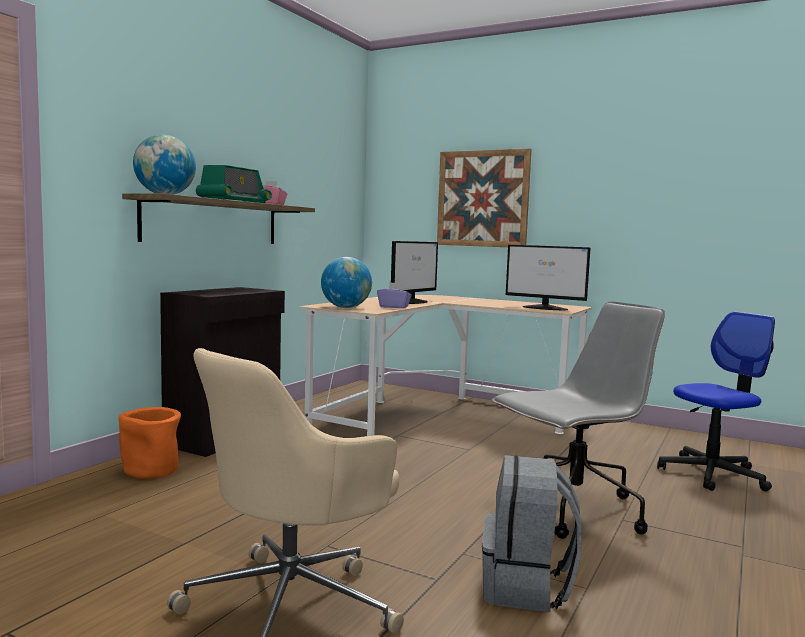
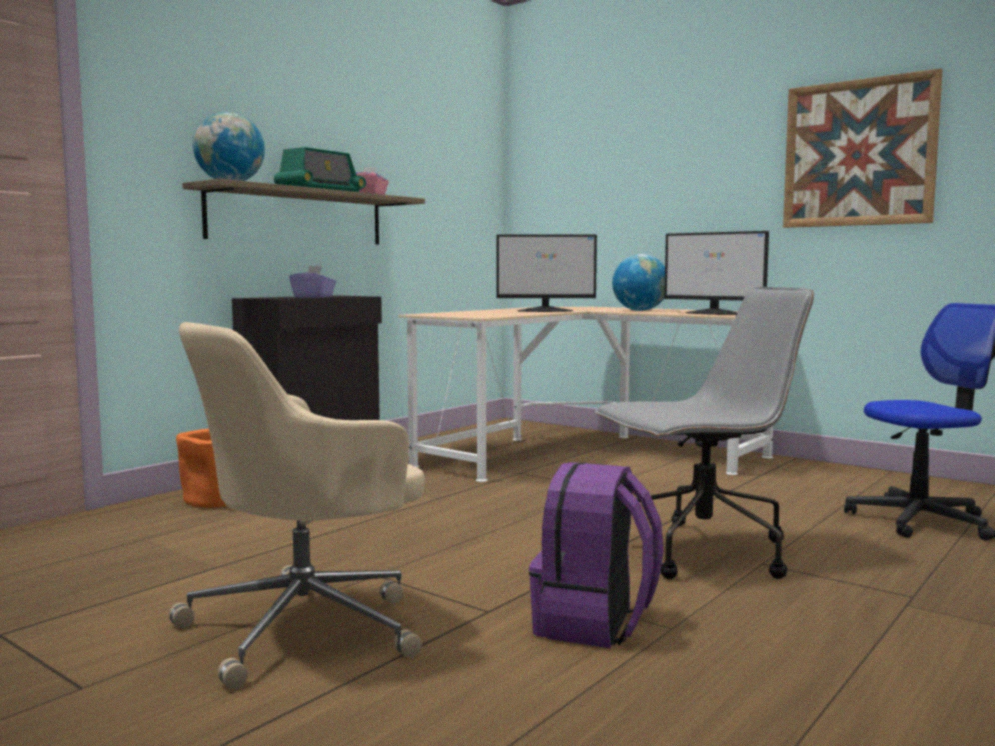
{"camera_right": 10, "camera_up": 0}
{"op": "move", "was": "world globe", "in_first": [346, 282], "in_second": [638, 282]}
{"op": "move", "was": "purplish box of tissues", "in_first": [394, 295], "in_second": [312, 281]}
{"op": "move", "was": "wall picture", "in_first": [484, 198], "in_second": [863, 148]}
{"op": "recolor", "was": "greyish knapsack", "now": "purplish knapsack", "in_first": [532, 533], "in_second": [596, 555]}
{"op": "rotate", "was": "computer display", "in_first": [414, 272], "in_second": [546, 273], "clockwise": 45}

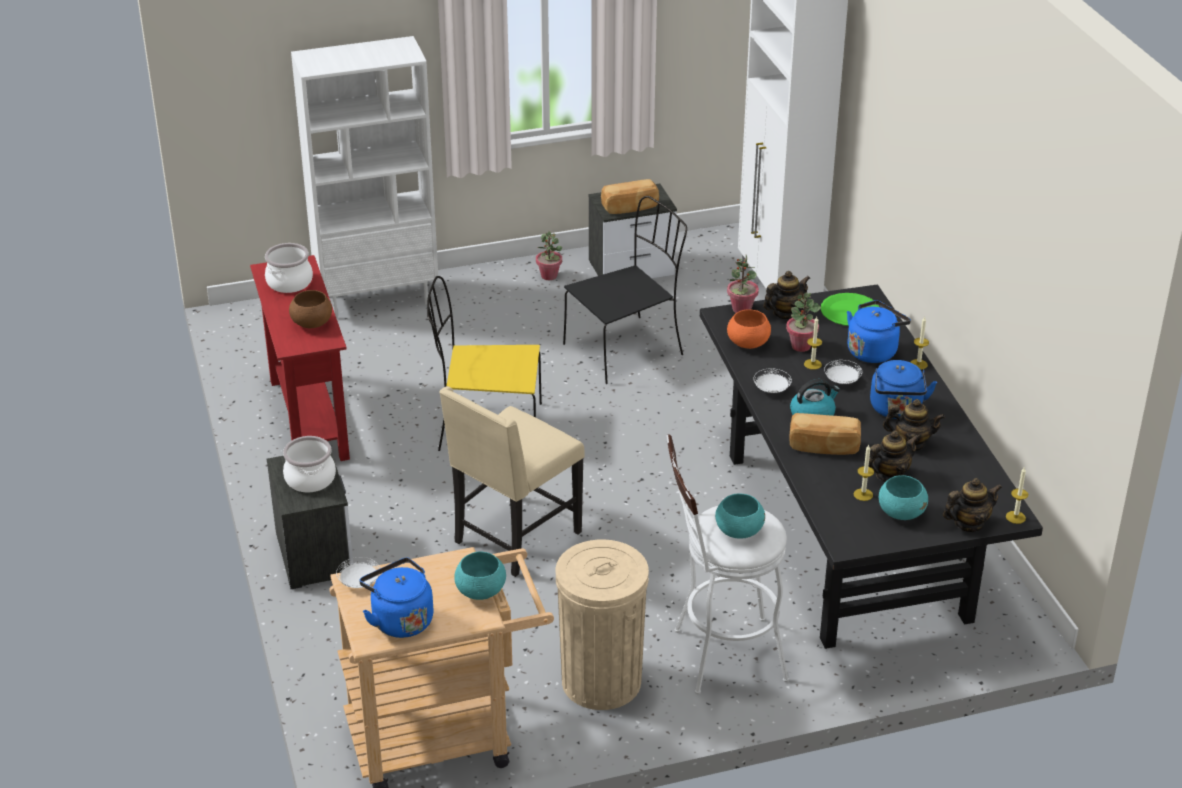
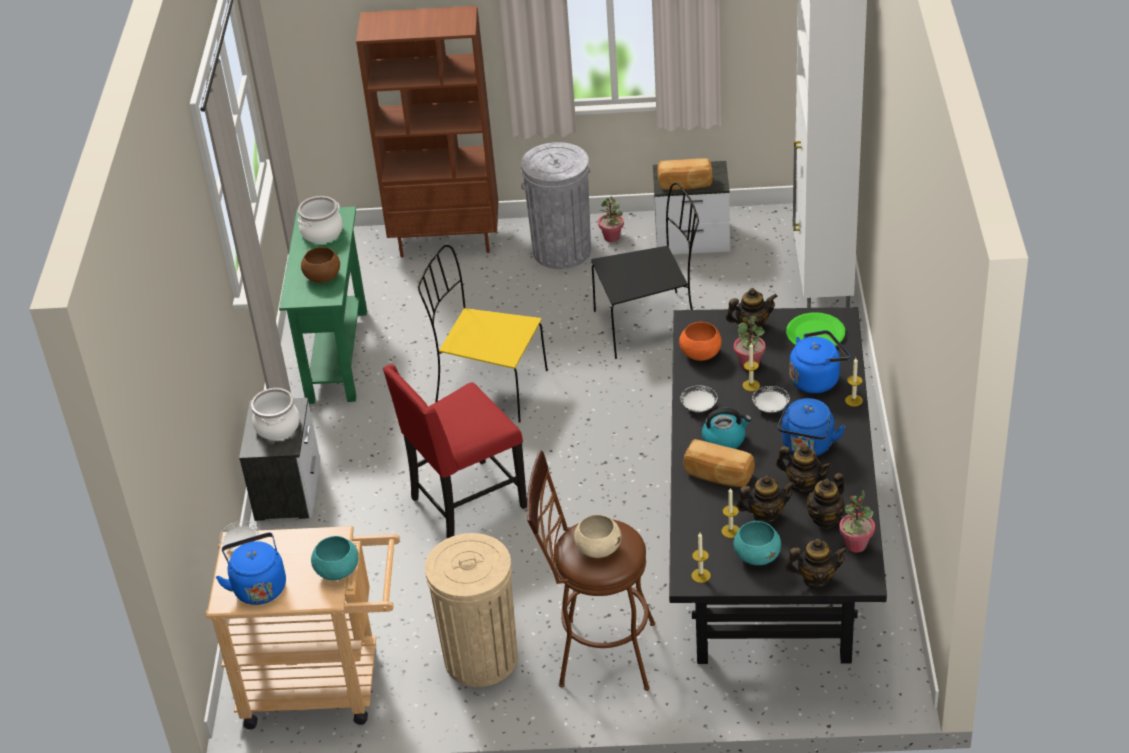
{"camera_right": 20, "camera_up": 5}
{"op": "insert", "now": "greyish waste bin", "in_second": [556, 205]}
{"op": "insert", "now": "teapot", "in_second": [825, 501]}
{"op": "move", "was": "potted plant", "in_first": [743, 284], "in_second": [857, 522]}
{"op": "move", "was": "candle", "in_first": [1017, 495], "in_second": [701, 558]}
{"op": "recolor", "was": "red-coloured narrow table", "now": "greenish narrow table", "in_first": [300, 358], "in_second": [323, 305]}
{"op": "recolor", "was": "white bookcase", "now": "brownish bookcase", "in_first": [364, 177], "in_second": [427, 132]}
{"op": "recolor", "was": "beige plain chair", "now": "red-coloured plain chair", "in_first": [512, 481], "in_second": [455, 451]}
{"op": "recolor", "was": "white stool", "now": "brownish stool", "in_first": [728, 564], "in_second": [591, 570]}
{"op": "recolor", "was": "turquoise serving bowl", "now": "beige serving bowl", "in_first": [740, 516], "in_second": [597, 536]}

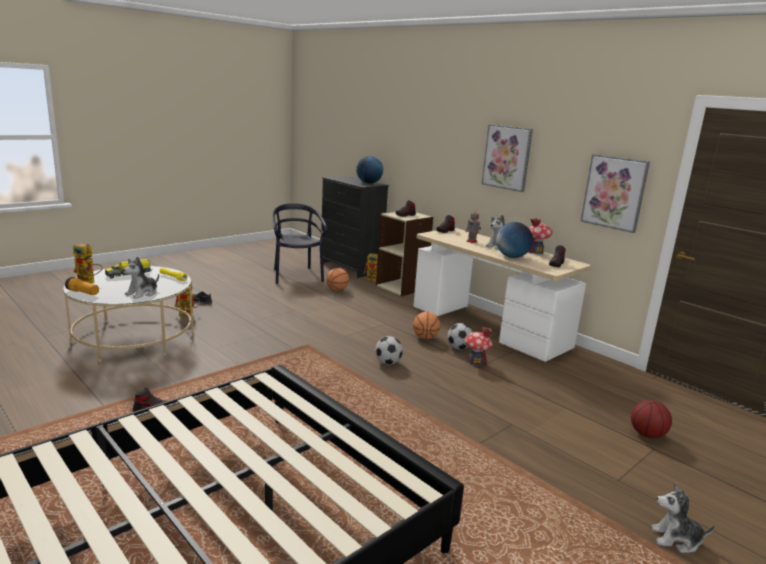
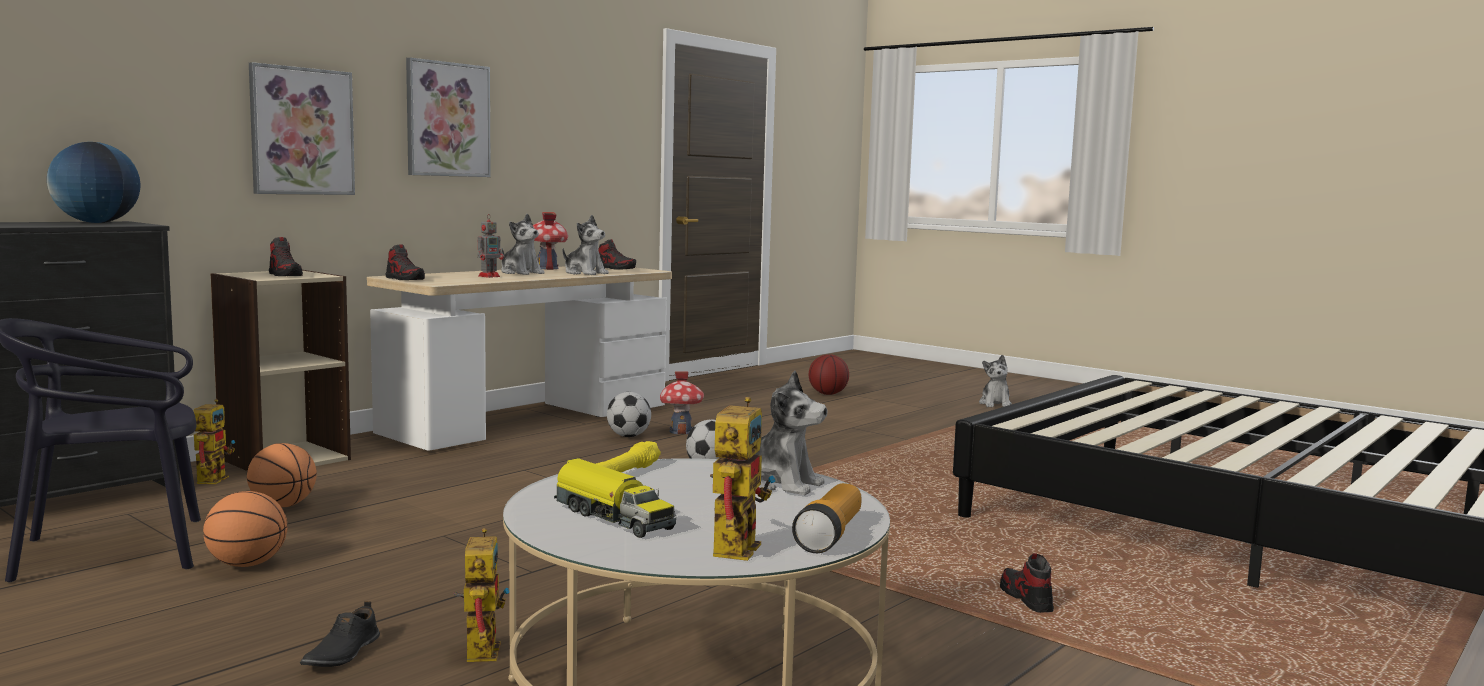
{"camera_right": -95, "camera_up": -10}
{"op": "move", "was": "basketball ball", "in_first": [427, 325], "in_second": [245, 529]}
{"op": "move", "was": "wall picture", "in_first": [615, 193], "in_second": [302, 128]}
{"op": "replace", "was": "world globe", "now": "cuddly toy", "in_first": [514, 240], "in_second": [586, 245]}

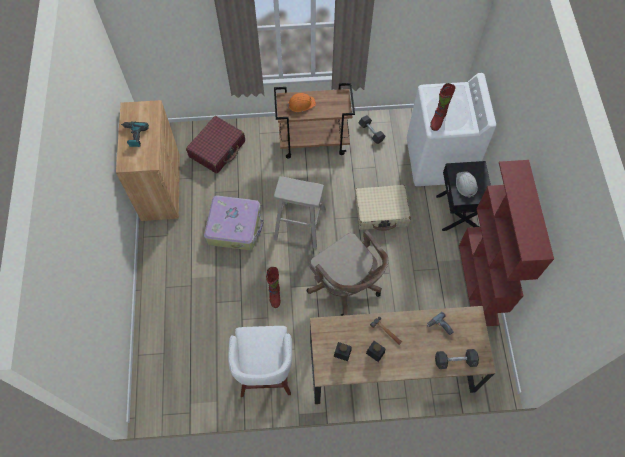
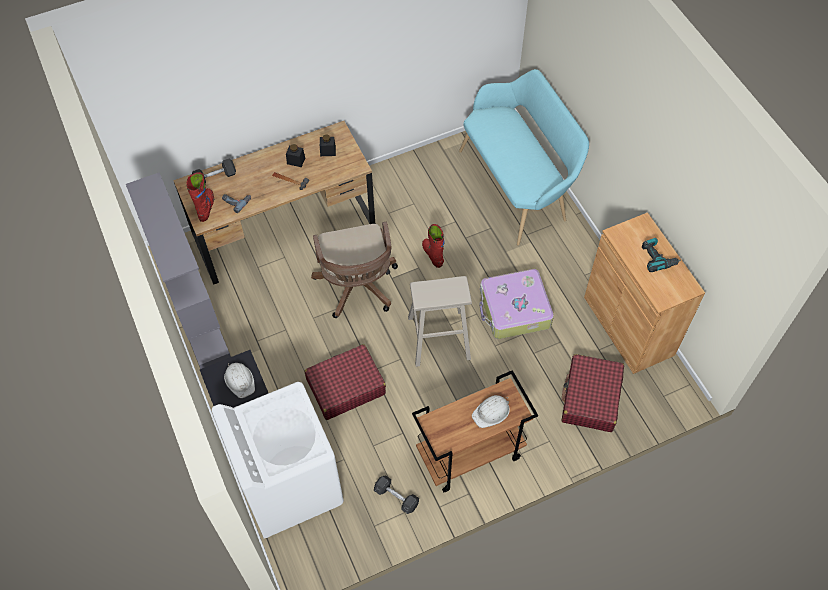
{"camera_right": 160, "camera_up": -5}
{"op": "delete", "was": "white stool", "in_first": [260, 361]}
{"op": "insert", "now": "turquoise bench", "in_second": [524, 157]}
{"op": "move", "was": "red-coloured high-top boot", "in_first": [443, 107], "in_second": [200, 197]}
{"op": "recolor", "was": "orangey work helmet", "now": "white work helmet", "in_first": [301, 102], "in_second": [491, 411]}
{"op": "recolor", "was": "beige travel case", "now": "red-coloured travel case", "in_first": [383, 208], "in_second": [345, 382]}
{"op": "recolor", "was": "red-coloured bookcase", "now": "greyish bookcase", "in_first": [506, 243], "in_second": [178, 271]}
{"op": "rotate", "was": "brownish desk chair", "in_first": [347, 273], "in_second": [354, 270], "clockwise": -135}

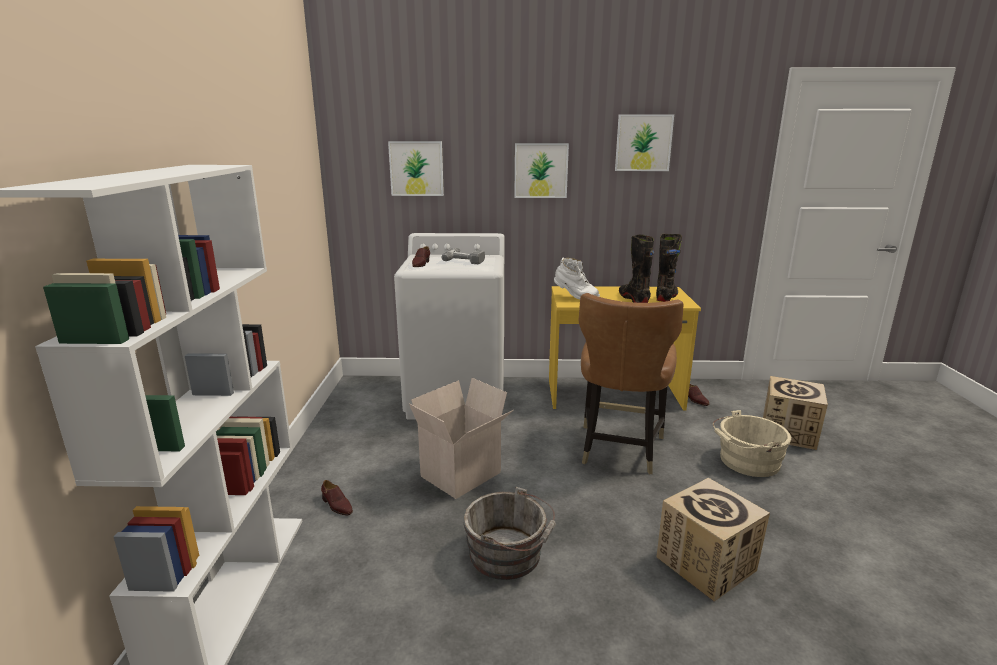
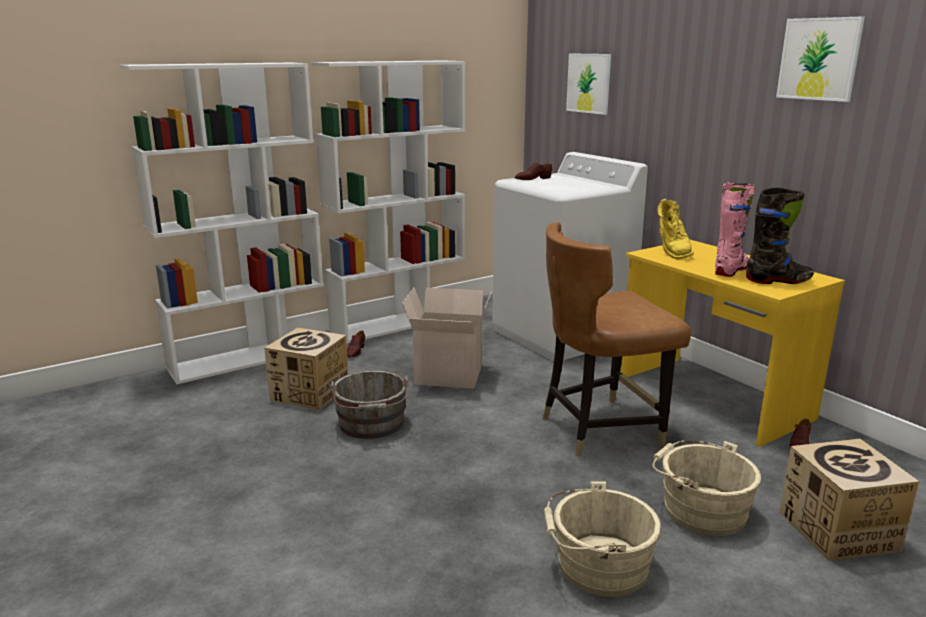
{"camera_right": 55, "camera_up": 0}
{"op": "delete", "was": "power drill", "in_first": [463, 256]}
{"op": "delete", "was": "wall picture", "in_first": [541, 170]}
{"op": "insert", "now": "white bookcase", "in_second": [388, 202]}
{"op": "insert", "now": "beige bucket", "in_second": [602, 539]}
{"op": "move", "was": "carton", "in_first": [713, 540], "in_second": [306, 369]}
{"op": "recolor", "was": "white high-top boot", "now": "yellowish high-top boot", "in_first": [577, 279], "in_second": [675, 229]}
{"op": "recolor", "was": "black high-top boot", "now": "pink high-top boot", "in_first": [636, 269], "in_second": [735, 230]}

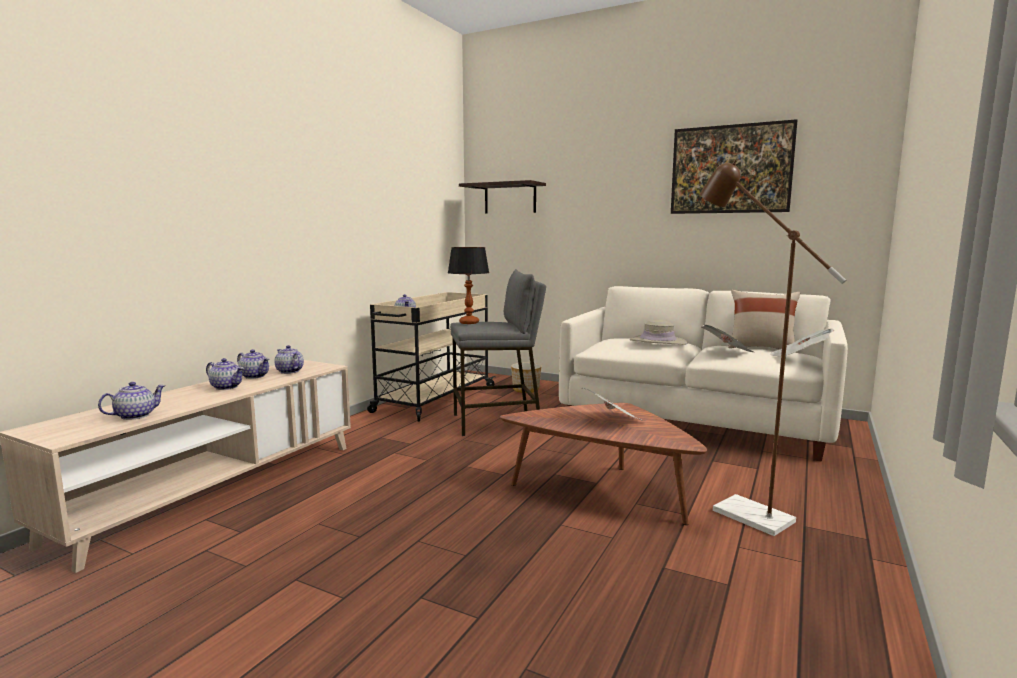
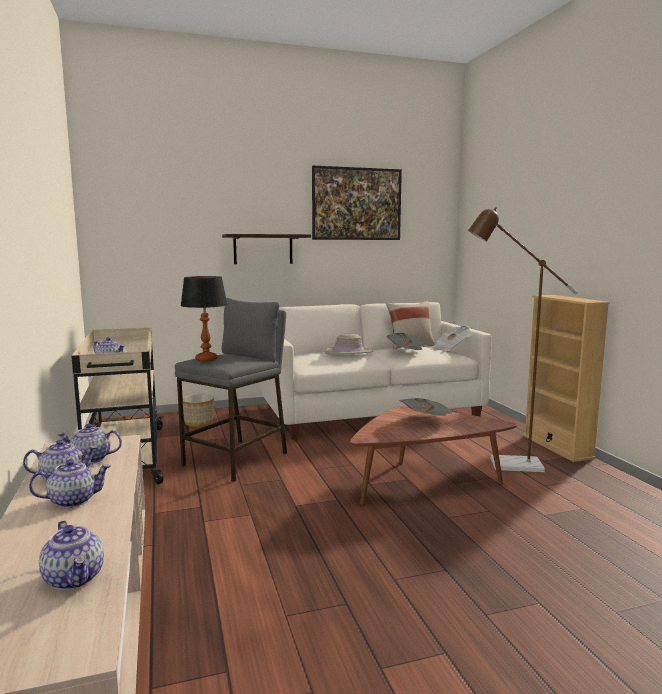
{"camera_right": -45, "camera_up": 0}
{"op": "insert", "now": "beige bookcase", "in_second": [566, 378]}
{"op": "move", "was": "bracket shelf", "in_first": [502, 197], "in_second": [266, 249]}
{"op": "rotate", "was": "teapot", "in_first": [132, 401], "in_second": [71, 555], "clockwise": 150}

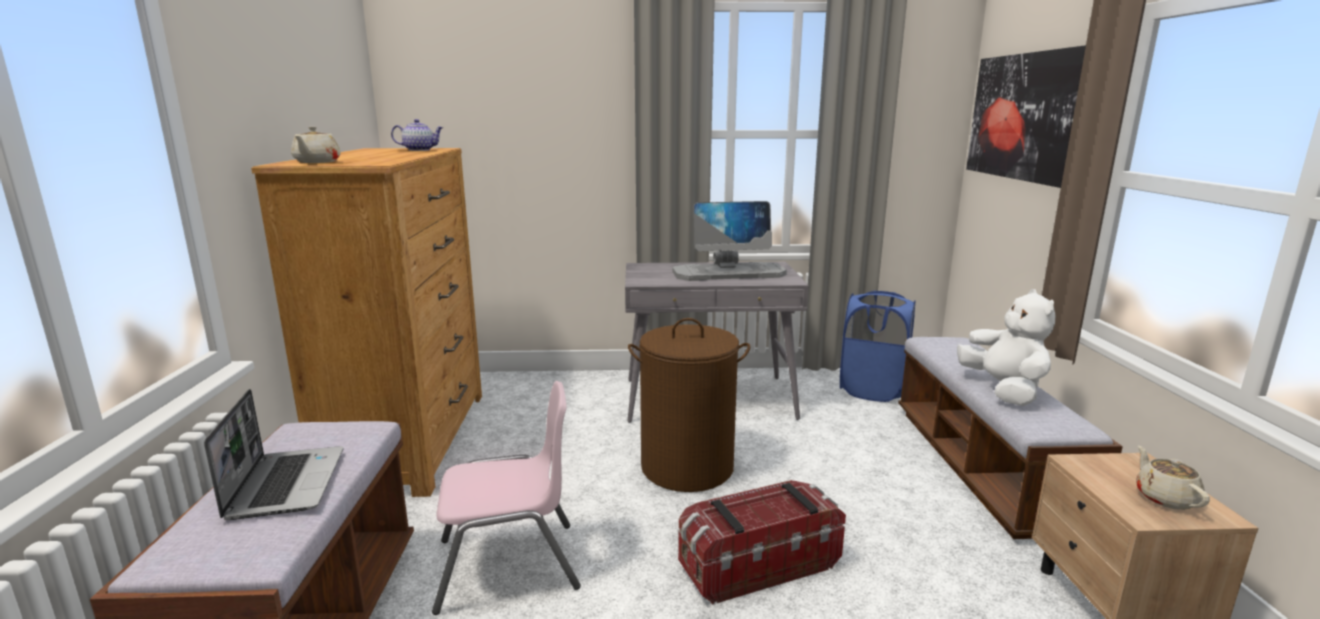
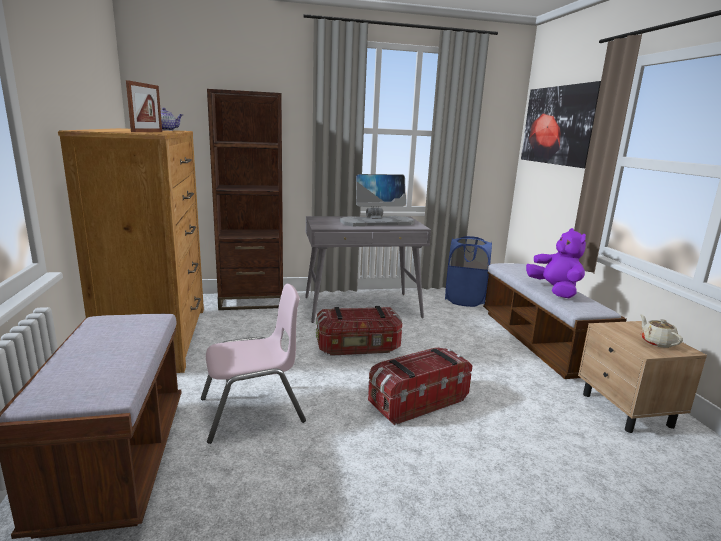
{"camera_right": -10, "camera_up": 0}
{"op": "delete", "was": "notebook computer", "in_first": [274, 454]}
{"op": "delete", "was": "beige teapot", "in_first": [316, 144]}
{"op": "insert", "now": "picture frame", "in_second": [144, 106]}
{"op": "insert", "now": "brownish bookcase", "in_second": [245, 199]}
{"op": "replace", "was": "brownish washing basket", "now": "storage box", "in_first": [689, 405], "in_second": [359, 331]}
{"op": "recolor", "was": "white cuddly toy", "now": "purplish cuddly toy", "in_first": [1006, 347], "in_second": [556, 263]}

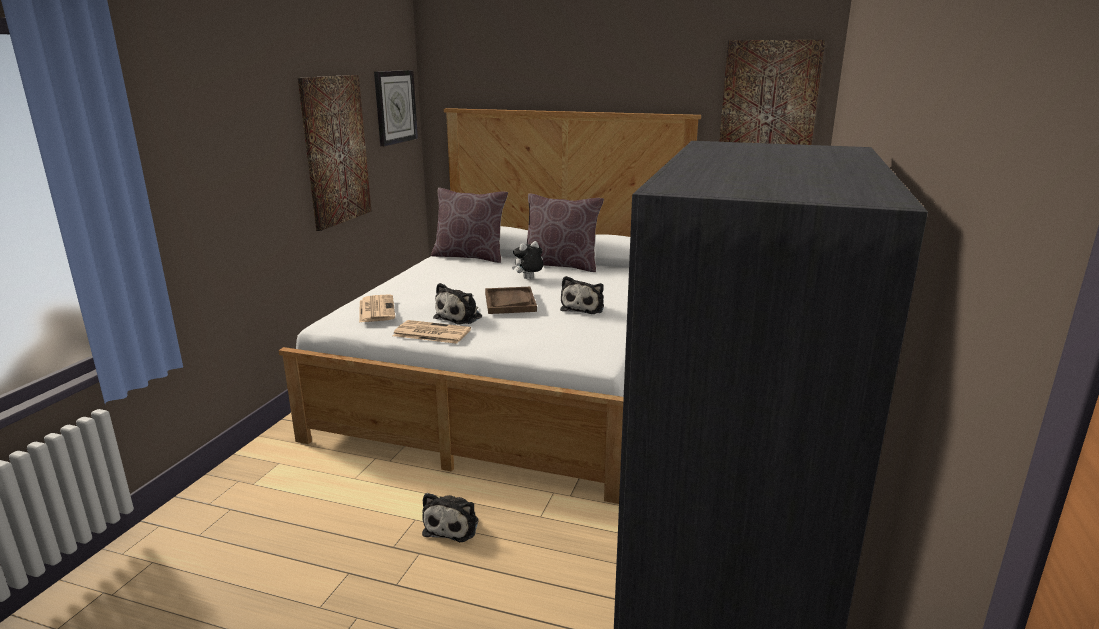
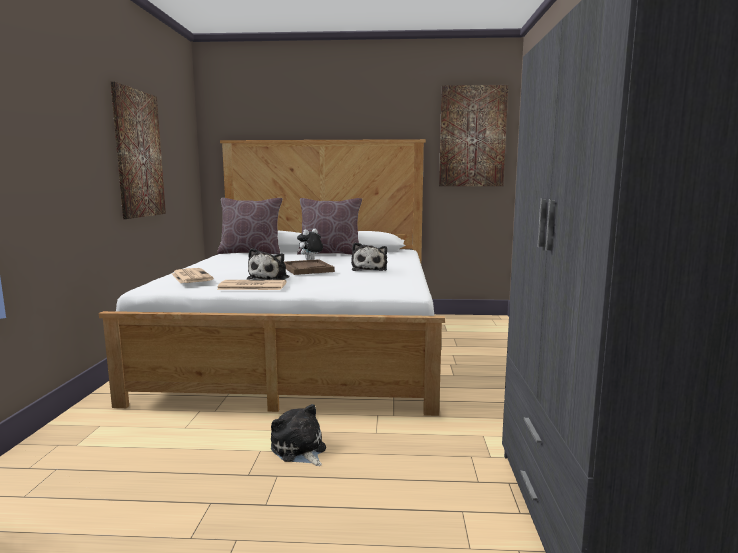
{"camera_right": -15, "camera_up": -10}
{"op": "delete", "was": "wall clock", "in_first": [396, 108]}
{"op": "rotate", "was": "cuddly toy", "in_first": [450, 517], "in_second": [298, 435], "clockwise": 150}

